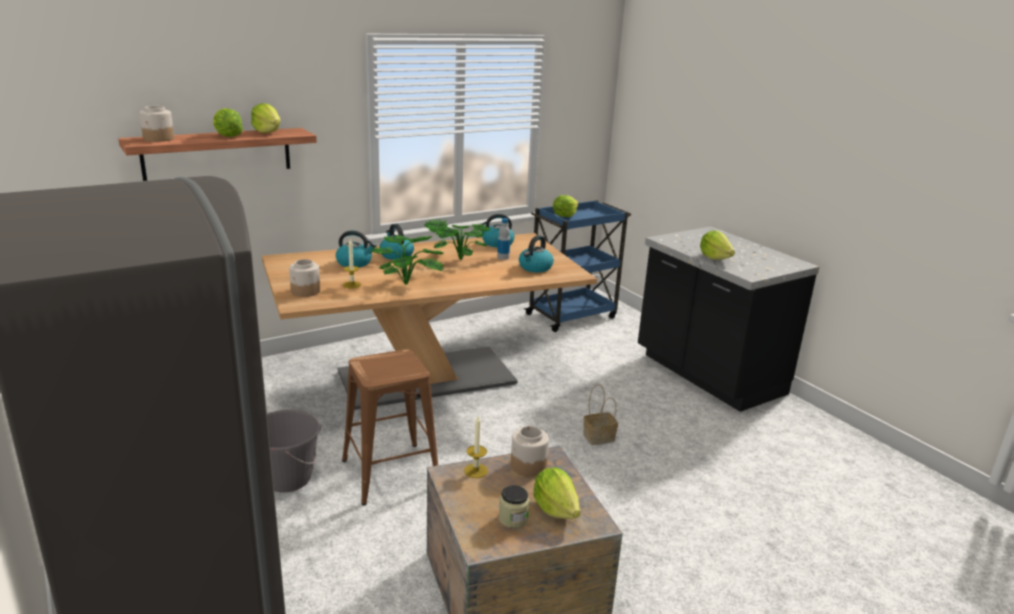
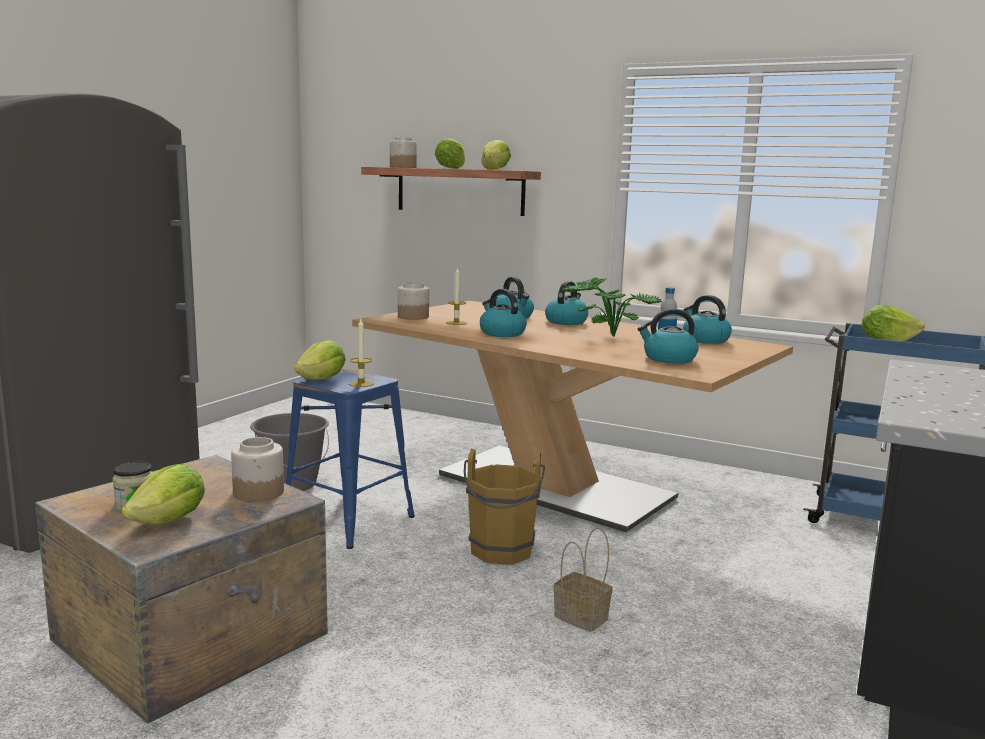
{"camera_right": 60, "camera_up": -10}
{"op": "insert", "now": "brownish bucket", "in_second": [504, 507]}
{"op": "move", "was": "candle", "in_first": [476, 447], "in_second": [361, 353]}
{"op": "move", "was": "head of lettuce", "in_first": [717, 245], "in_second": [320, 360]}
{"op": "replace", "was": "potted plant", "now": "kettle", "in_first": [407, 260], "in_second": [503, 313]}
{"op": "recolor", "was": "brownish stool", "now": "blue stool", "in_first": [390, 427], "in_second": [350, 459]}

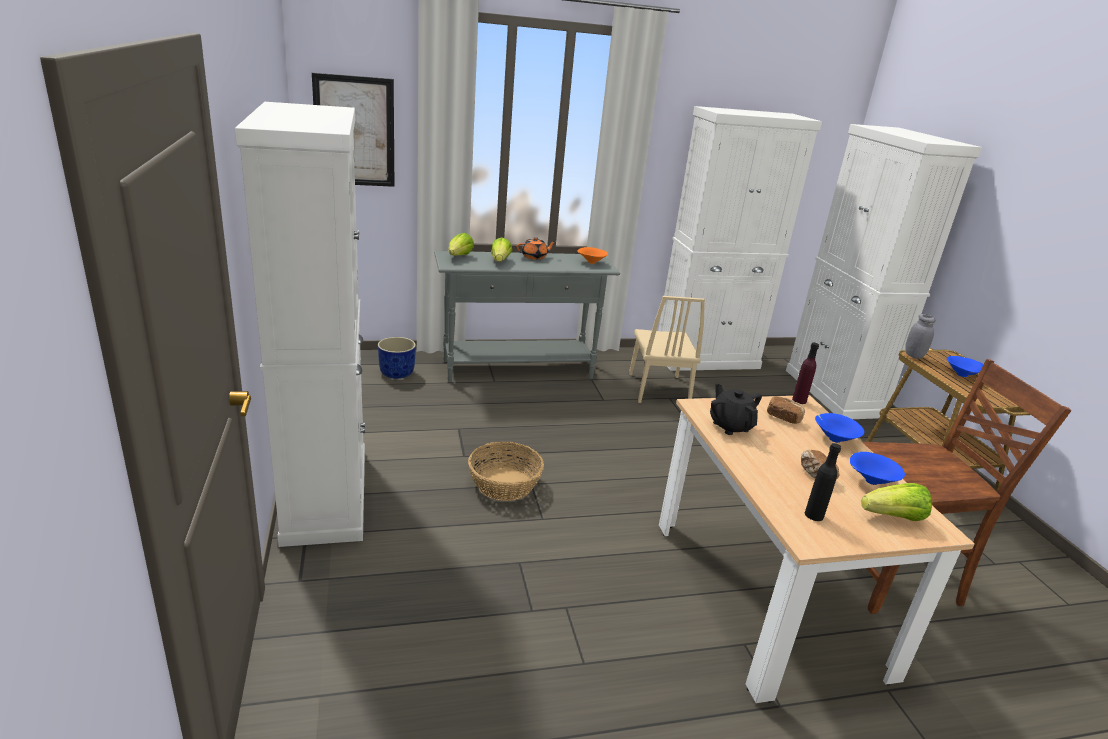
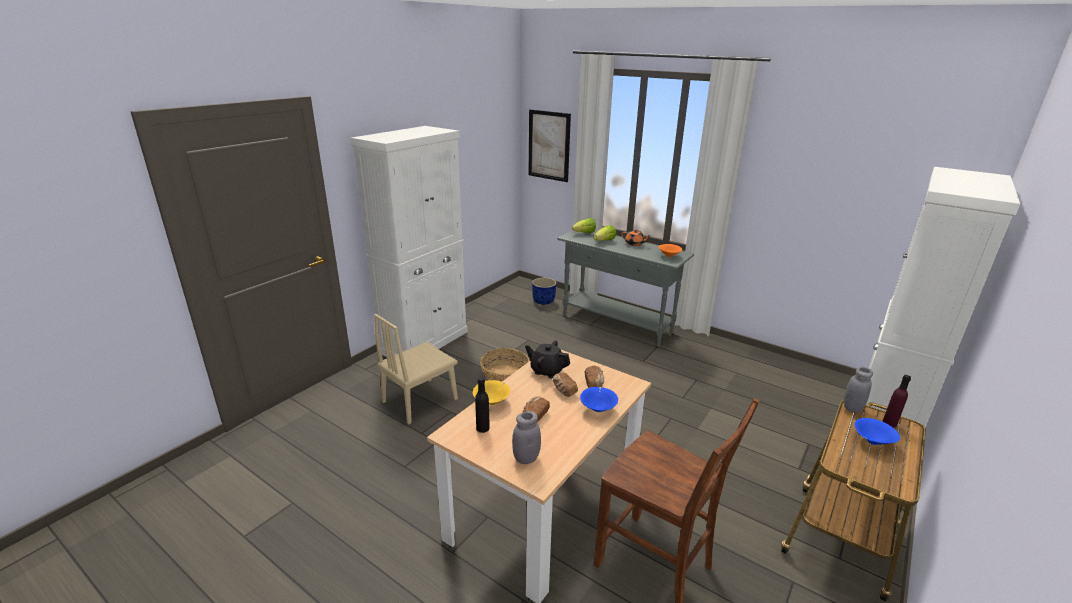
{"camera_right": 50, "camera_up": 0}
{"op": "delete", "was": "white cupboard", "in_first": [740, 238]}
{"op": "delete", "was": "blue serving bowl", "in_first": [877, 468]}
{"op": "insert", "now": "yellowish serving bowl", "in_second": [491, 392]}
{"op": "insert", "now": "bread", "in_second": [565, 385]}
{"op": "move", "was": "beige plain chair", "in_first": [667, 349], "in_second": [416, 369]}
{"op": "move", "was": "purplish drink bottle", "in_first": [805, 373], "in_second": [897, 401]}
{"op": "replace", "was": "head of lettuce", "now": "greyish preserve jar", "in_first": [896, 502], "in_second": [526, 437]}
{"op": "rotate", "was": "black teapot", "in_first": [736, 409], "in_second": [547, 359], "clockwise": -90}

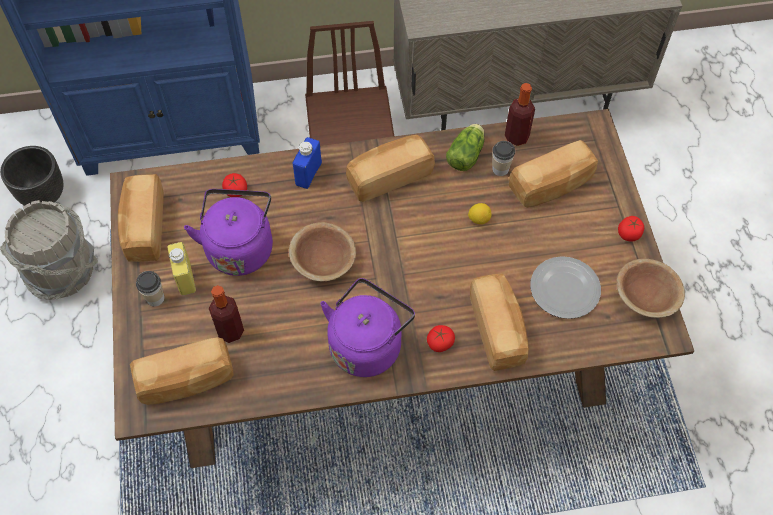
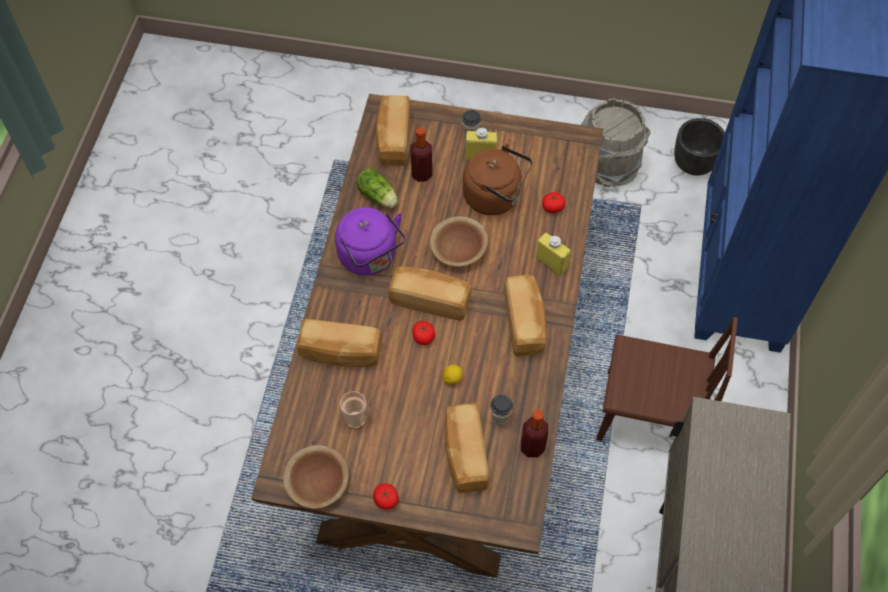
{"camera_right": 110, "camera_up": 0}
{"op": "move", "was": "bread", "in_first": [141, 218], "in_second": [430, 294]}
{"op": "move", "was": "fresh tomato", "in_first": [441, 338], "in_second": [423, 333]}
{"op": "move", "was": "head of lettuce", "in_first": [465, 147], "in_second": [377, 188]}
{"op": "replace", "was": "dinner plate", "now": "drinking cup", "in_first": [565, 287], "in_second": [353, 410]}
{"op": "recolor", "was": "purplish kettle", "now": "brownish kettle", "in_first": [228, 232], "in_second": [497, 179]}
{"op": "recolor", "was": "blue drink bottle", "now": "yellowish drink bottle", "in_first": [307, 163], "in_second": [553, 254]}

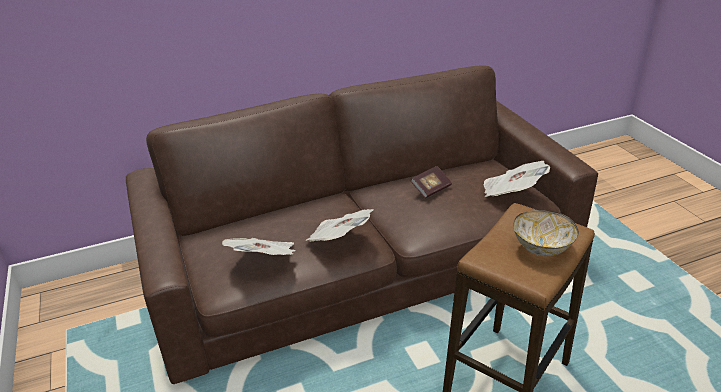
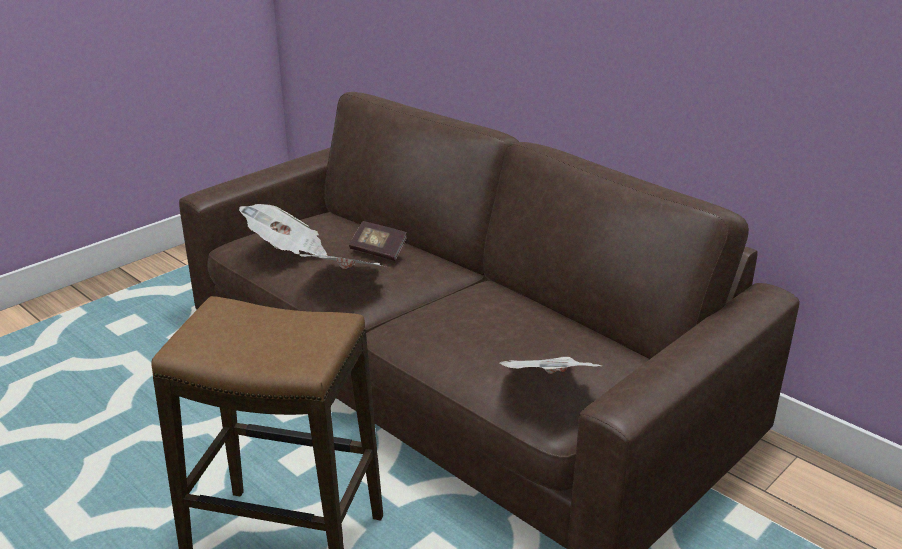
{"camera_right": 65, "camera_up": -5}
{"op": "delete", "was": "serving bowl", "in_first": [546, 233]}
{"op": "move", "was": "book", "in_first": [431, 182], "in_second": [378, 241]}

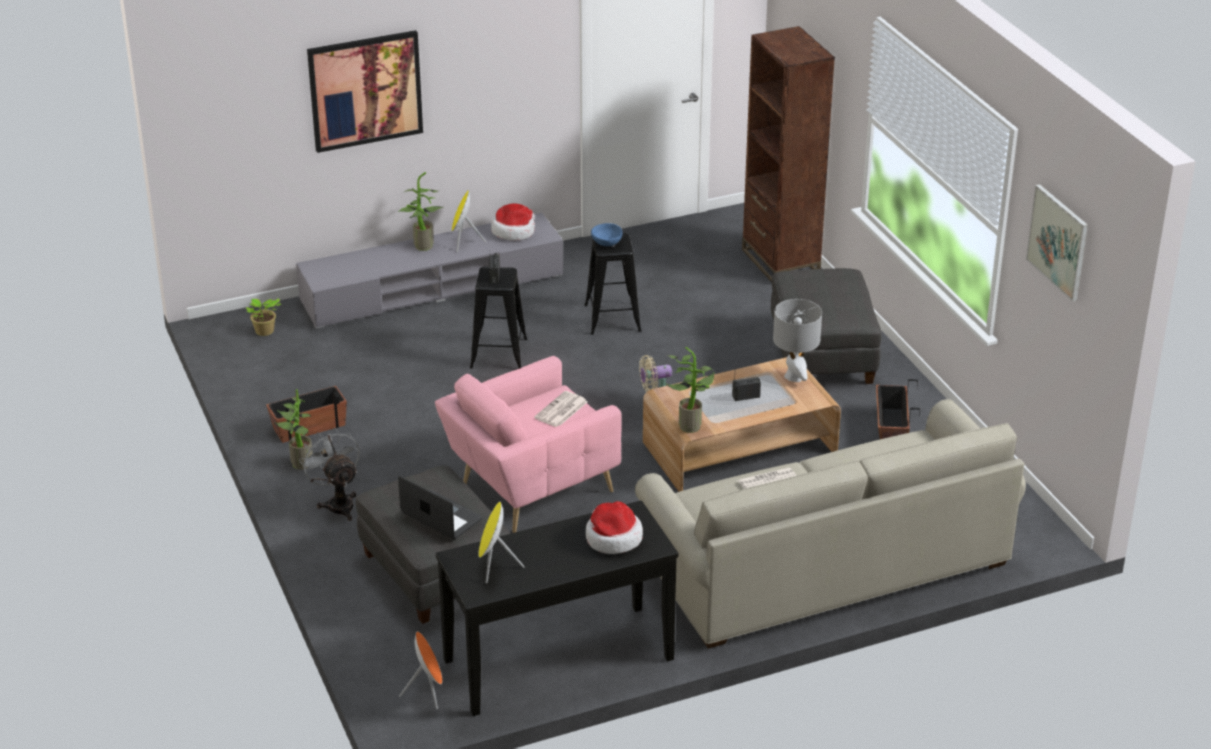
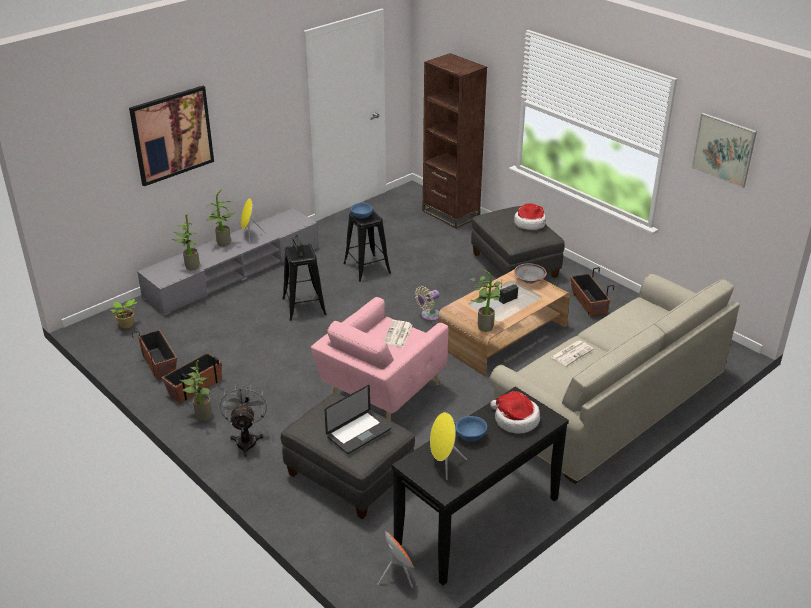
{"camera_right": -20, "camera_up": 0}
{"op": "insert", "now": "planter", "in_second": [154, 355]}
{"op": "insert", "now": "potted plant", "in_second": [186, 242]}
{"op": "insert", "now": "blue serving bowl", "in_second": [471, 429]}
{"op": "move", "was": "clothing hat", "in_first": [513, 221], "in_second": [530, 216]}
{"op": "replace", "was": "greyish tabletop lamp", "now": "greyish serving bowl", "in_first": [797, 340], "in_second": [530, 273]}
{"op": "rotate", "was": "greyish fan", "in_first": [329, 474], "in_second": [243, 420], "clockwise": 45}
{"op": "rotate", "was": "notebook computer", "in_first": [440, 508], "in_second": [357, 419], "clockwise": 120}

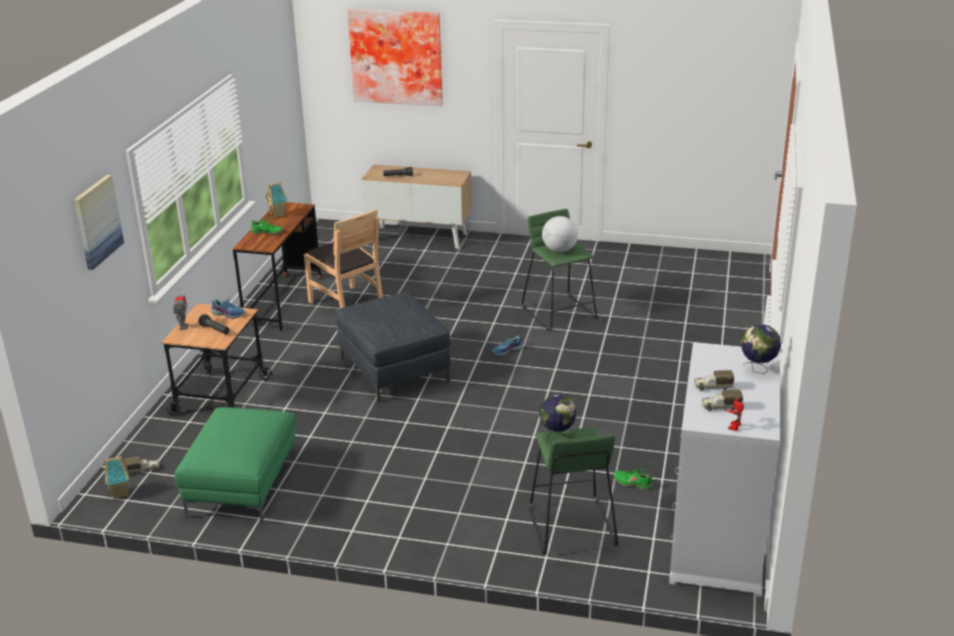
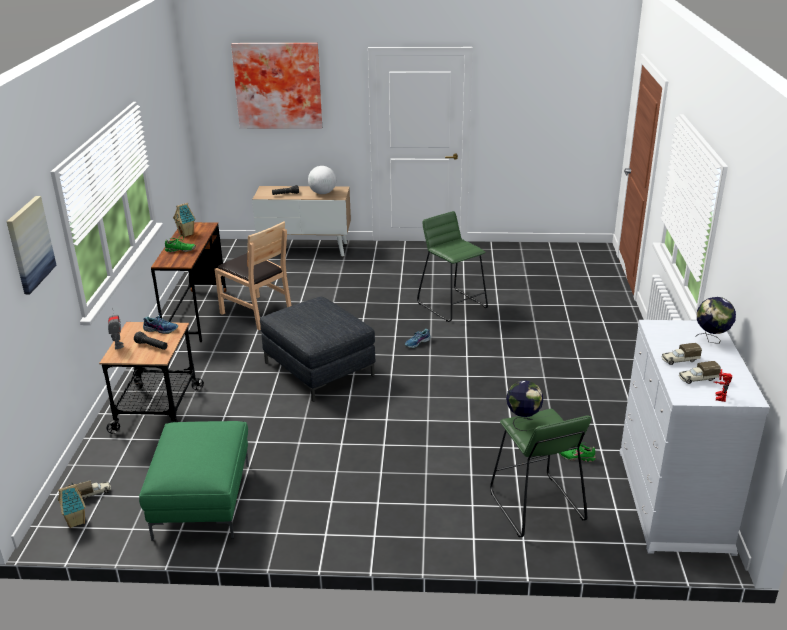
{"camera_right": -10, "camera_up": 0}
{"op": "move", "was": "world globe", "in_first": [560, 234], "in_second": [322, 180]}

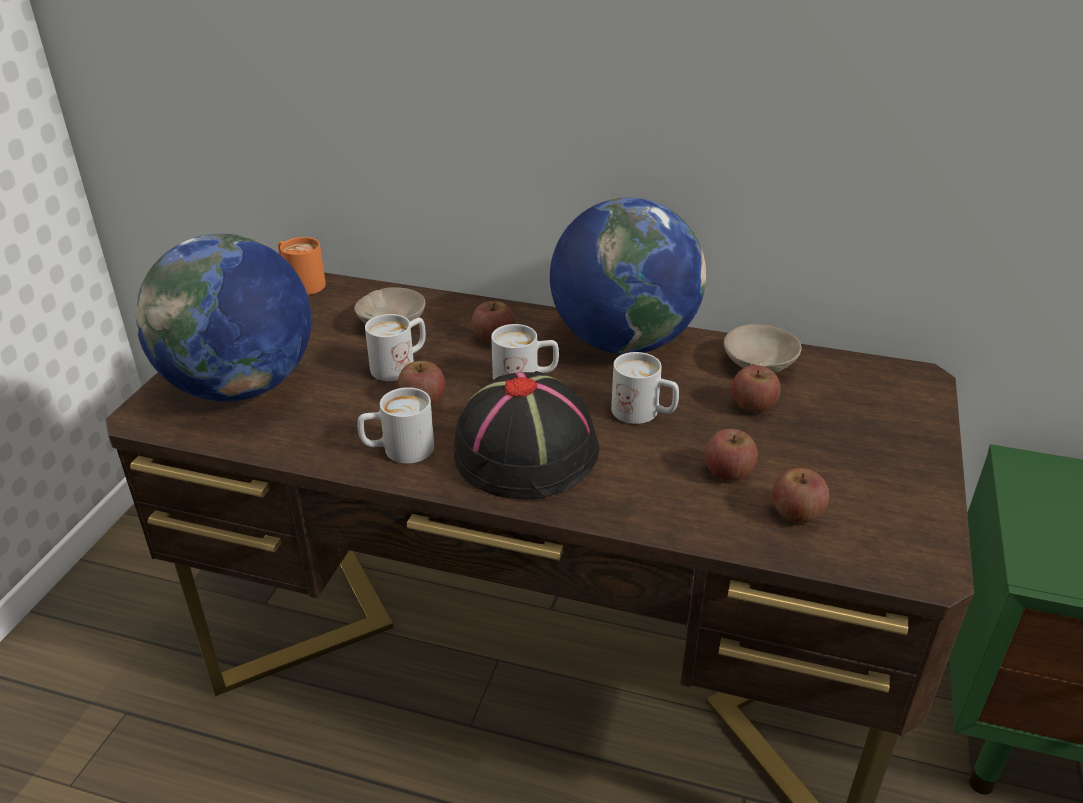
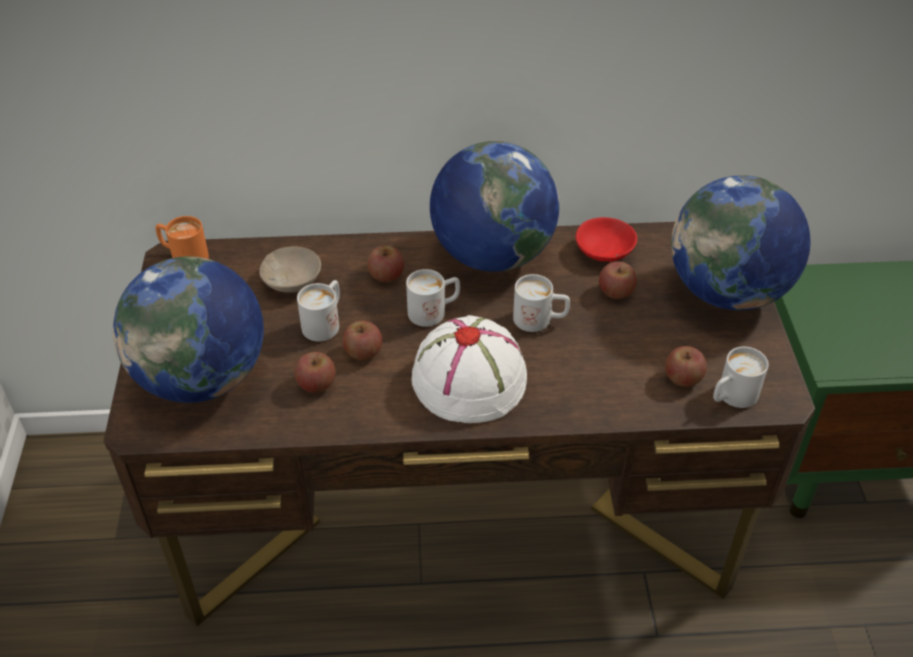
{"camera_right": -20, "camera_up": 10}
{"op": "insert", "now": "world globe", "in_second": [740, 242]}
{"op": "move", "was": "white coffee mug", "in_first": [396, 425], "in_second": [741, 377]}
{"op": "move", "was": "whole apple", "in_first": [731, 455], "in_second": [315, 372]}
{"op": "recolor", "was": "black clothing hat", "now": "white clothing hat", "in_first": [526, 435], "in_second": [469, 369]}
{"op": "recolor", "was": "beige serving bowl", "now": "red-coloured serving bowl", "in_first": [763, 348], "in_second": [606, 239]}

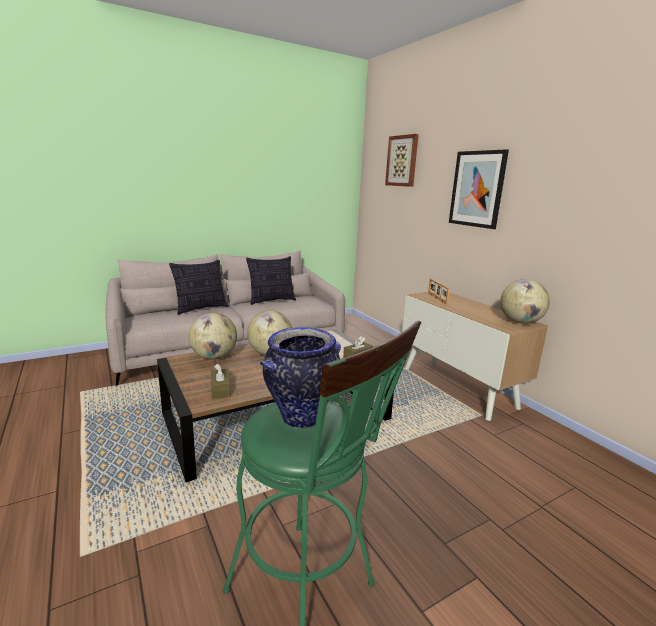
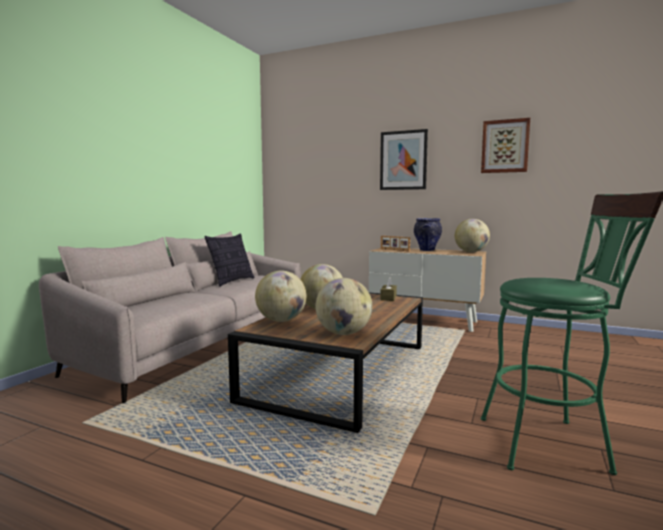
{"camera_right": -35, "camera_up": -10}
{"op": "delete", "was": "cushion", "in_first": [198, 287]}
{"op": "move", "was": "flower vase", "in_first": [300, 377], "in_second": [428, 234]}
{"op": "move", "was": "wall picture", "in_first": [402, 160], "in_second": [505, 145]}
{"op": "replace", "was": "brownish box of tissues", "now": "world globe", "in_first": [221, 381], "in_second": [344, 306]}

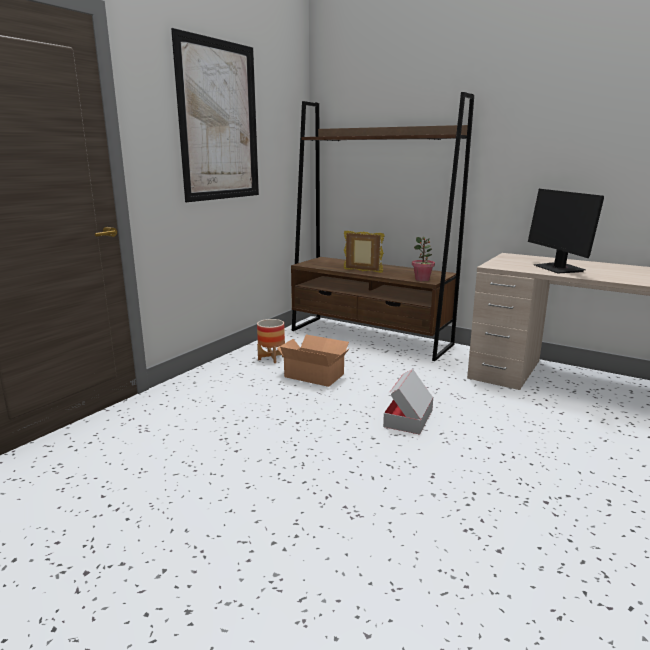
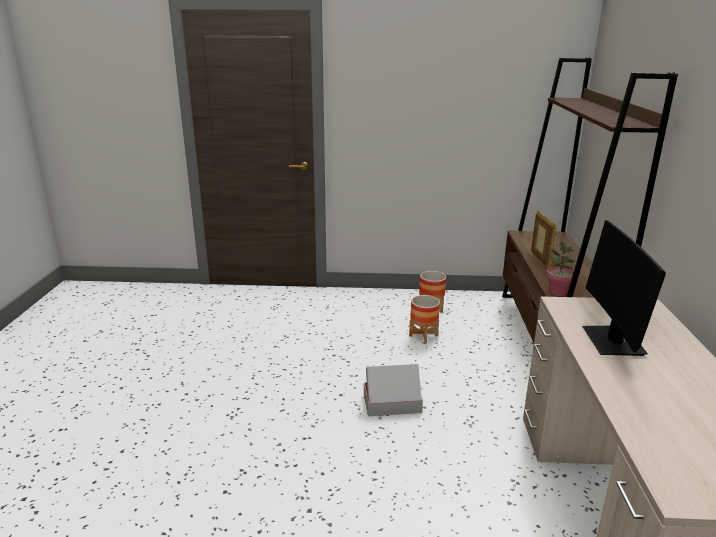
{"camera_right": 60, "camera_up": 5}
{"op": "delete", "was": "wall picture", "in_first": [215, 115]}
{"op": "replace", "was": "carton", "now": "planter", "in_first": [313, 361], "in_second": [424, 319]}
{"op": "rotate", "was": "computer display", "in_first": [566, 231], "in_second": [624, 288], "clockwise": -45}

